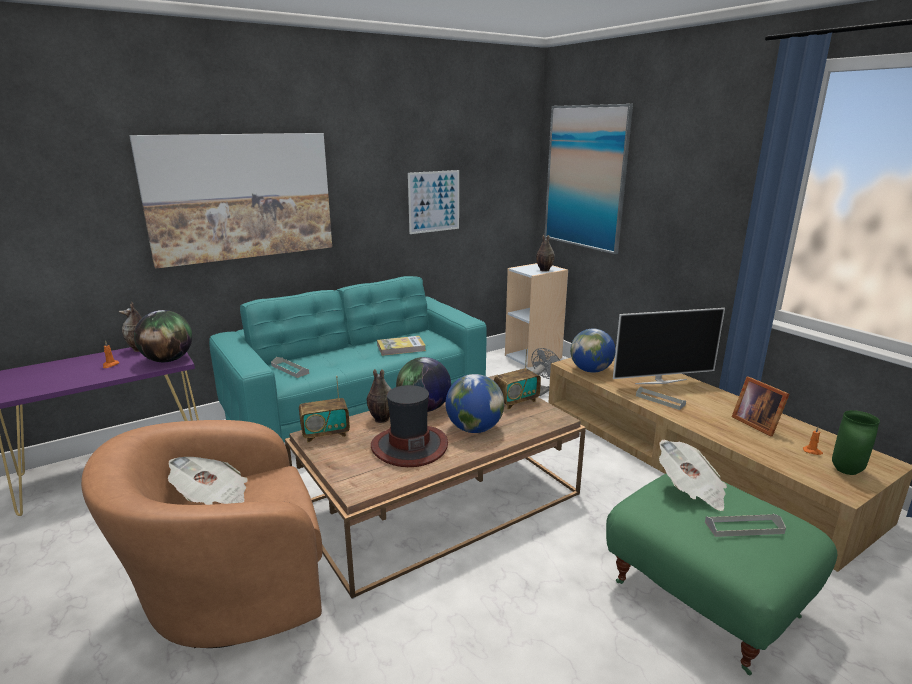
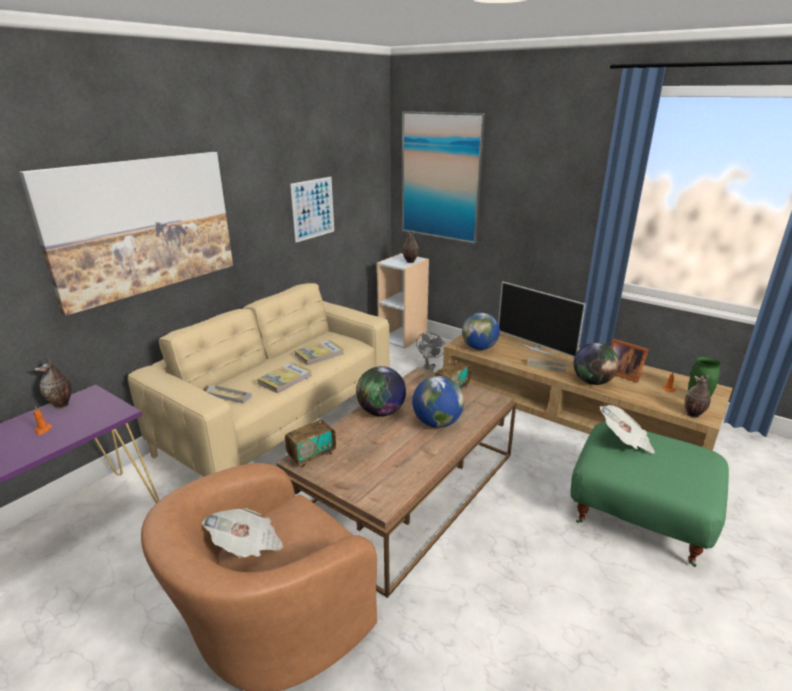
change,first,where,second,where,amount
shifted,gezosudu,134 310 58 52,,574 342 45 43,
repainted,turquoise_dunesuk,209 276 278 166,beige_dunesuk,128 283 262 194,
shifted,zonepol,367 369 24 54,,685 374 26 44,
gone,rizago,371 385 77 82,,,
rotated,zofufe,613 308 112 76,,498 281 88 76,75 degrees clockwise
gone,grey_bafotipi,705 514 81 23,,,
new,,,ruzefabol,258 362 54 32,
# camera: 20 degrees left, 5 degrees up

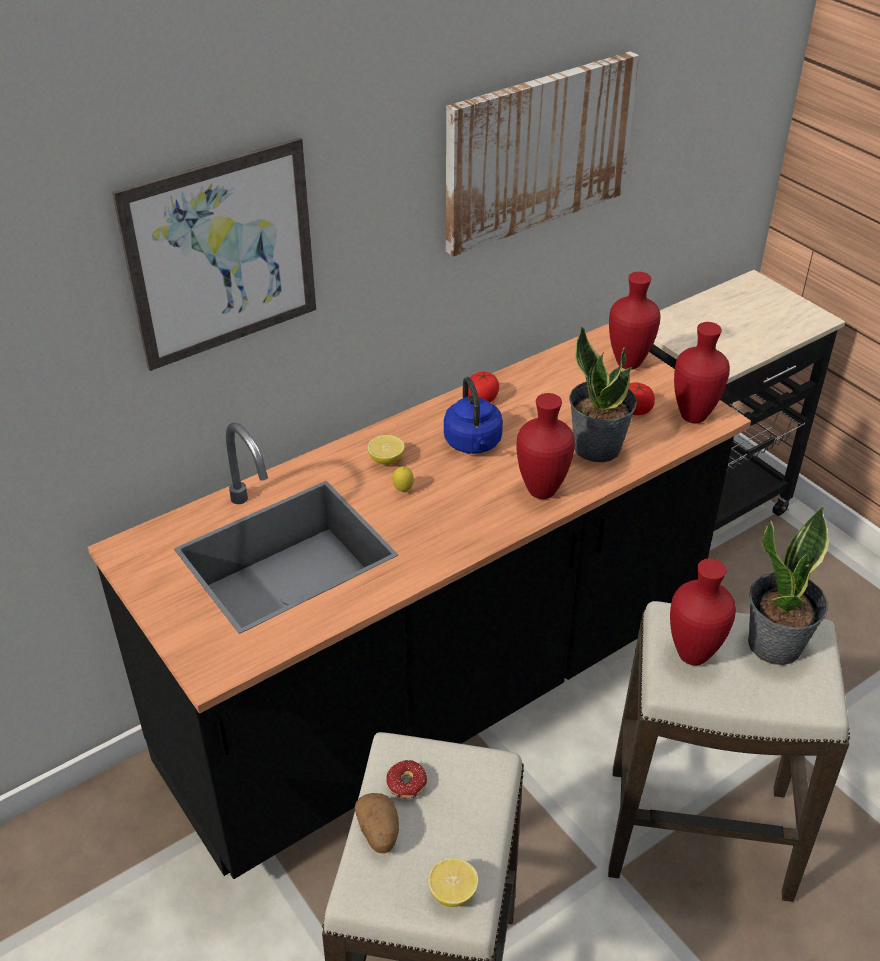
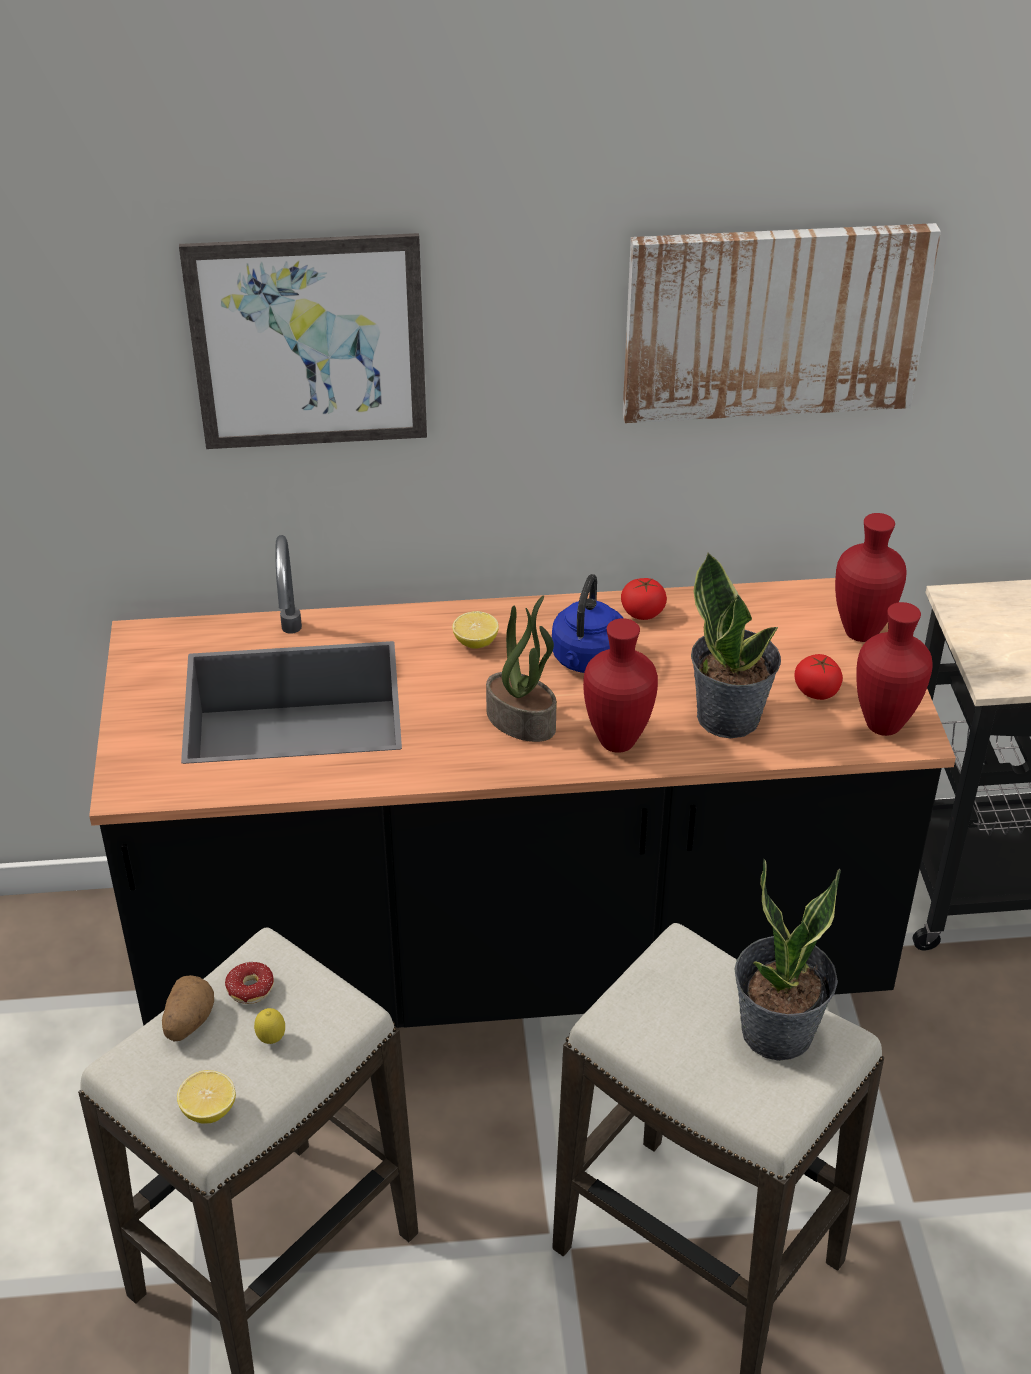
change,first,where,second,where,amount
shifted,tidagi,393 466 21 26,,254 1008 31 36,
gone,red_zonepol,670 558 66 107,,,
new,,,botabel,486 596 71 146,
# camera: 30 degrees right, 0 degrees up

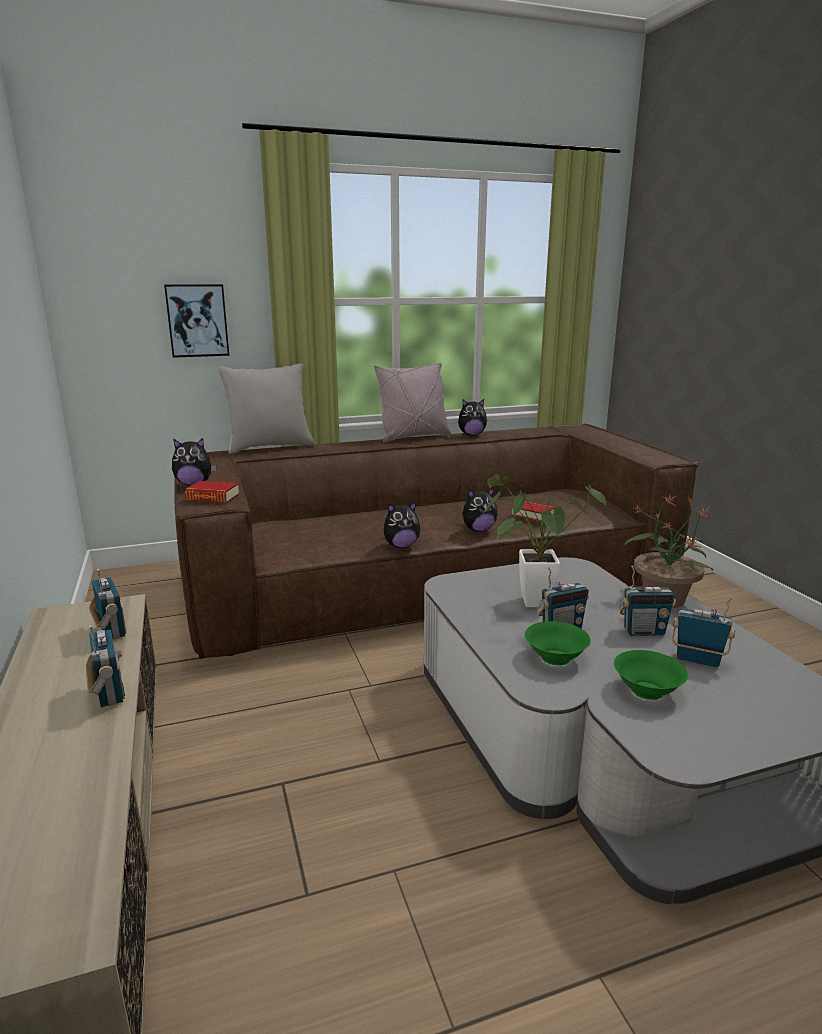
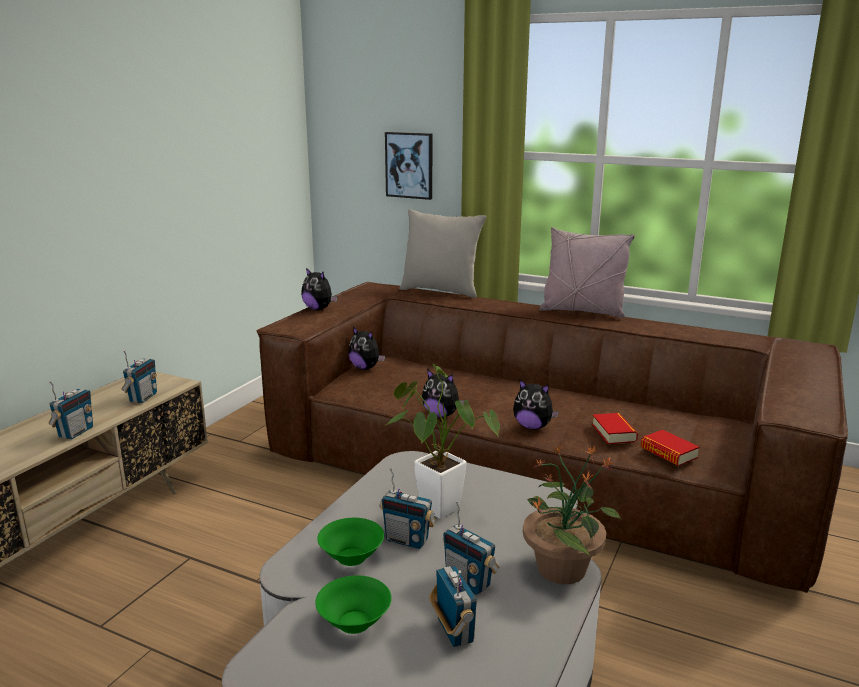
change,first,where,second,where,amount
shifted,ruzefabol,185 481 54 22,,641 430 59 36,
shifted,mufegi,458 399 29 37,,348 327 37 43,
# camera: 45 degrees right, 0 degrees up

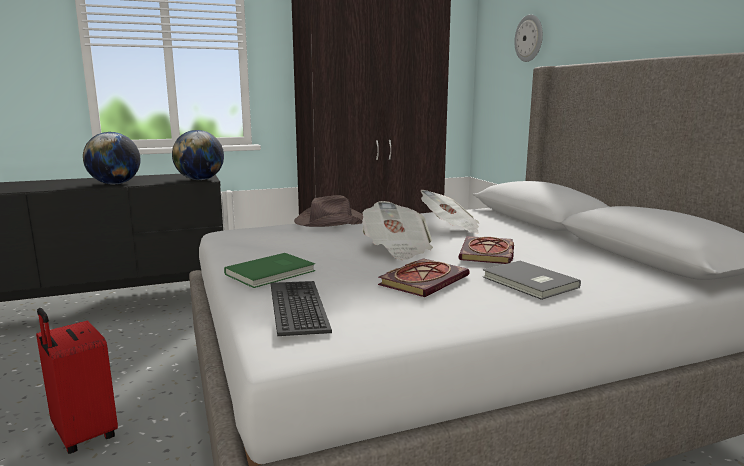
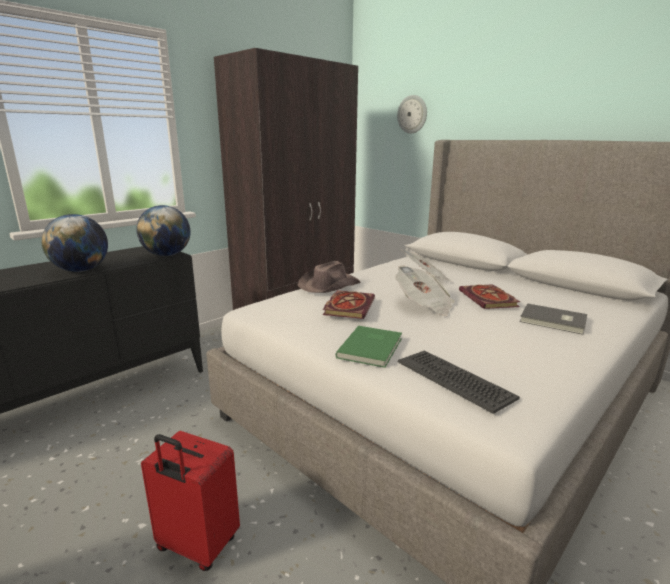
change,first,where,second,where,amount
shifted,ruzefabol,378 258 91 39,,323 290 52 29,
# camera: 25 degrees left, 5 degrees up

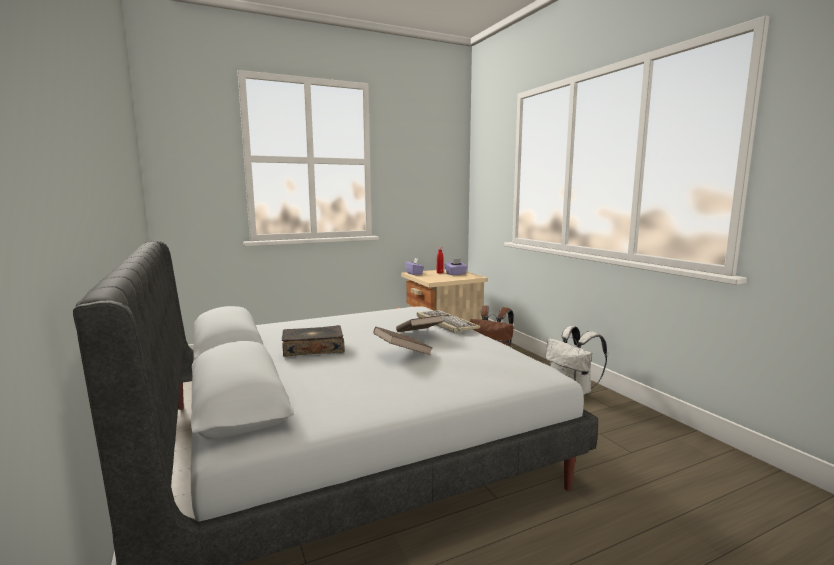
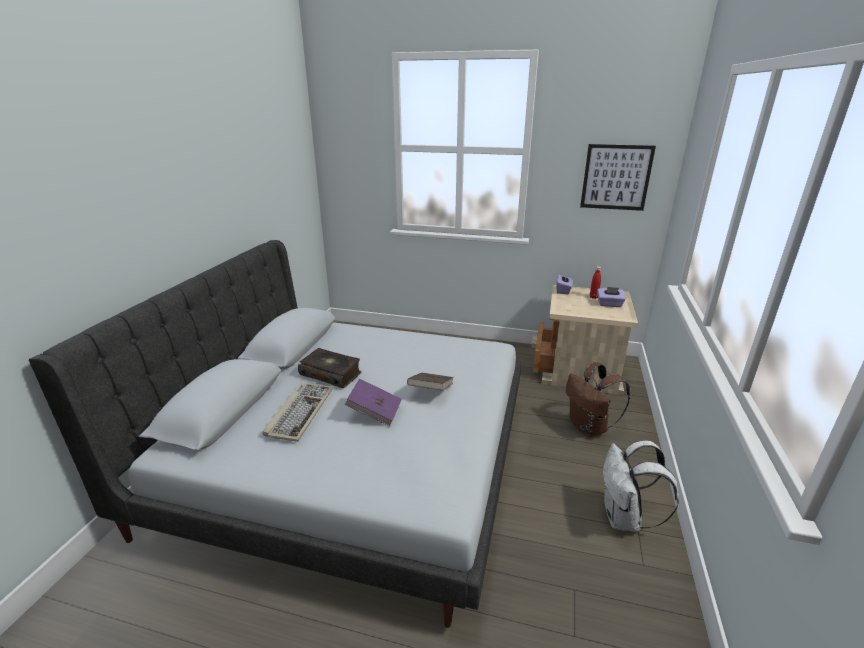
change,first,where,second,where,amount
repainted,brown_ruzefabol,373 327 59 28,purple_ruzefabol,345 378 57 48,
shifted,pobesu,417 310 63 23,,263 383 70 59,
new,,,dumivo,580 144 76 67,
# camera: 40 degrees right, 15 degrees up

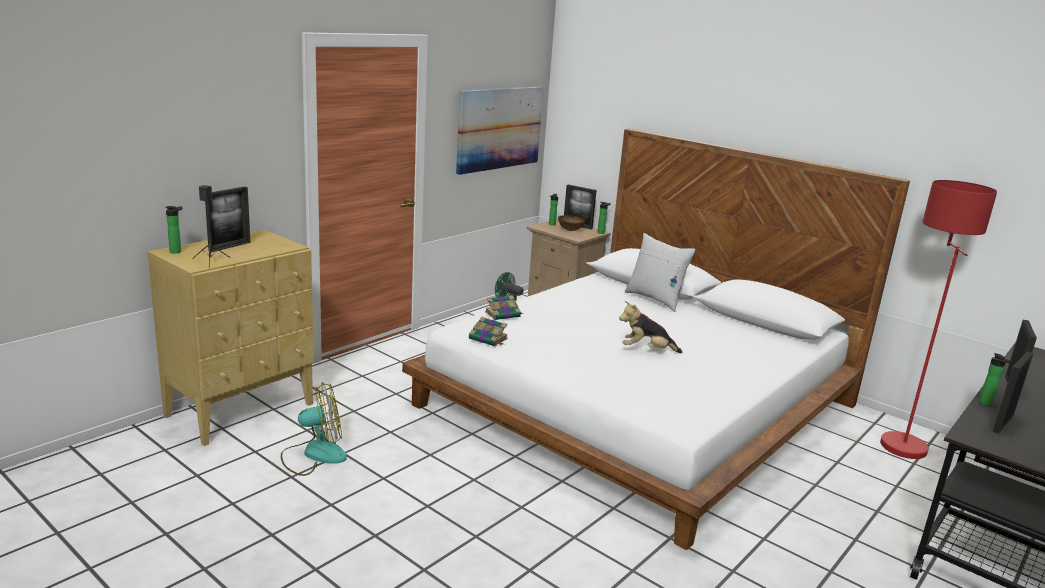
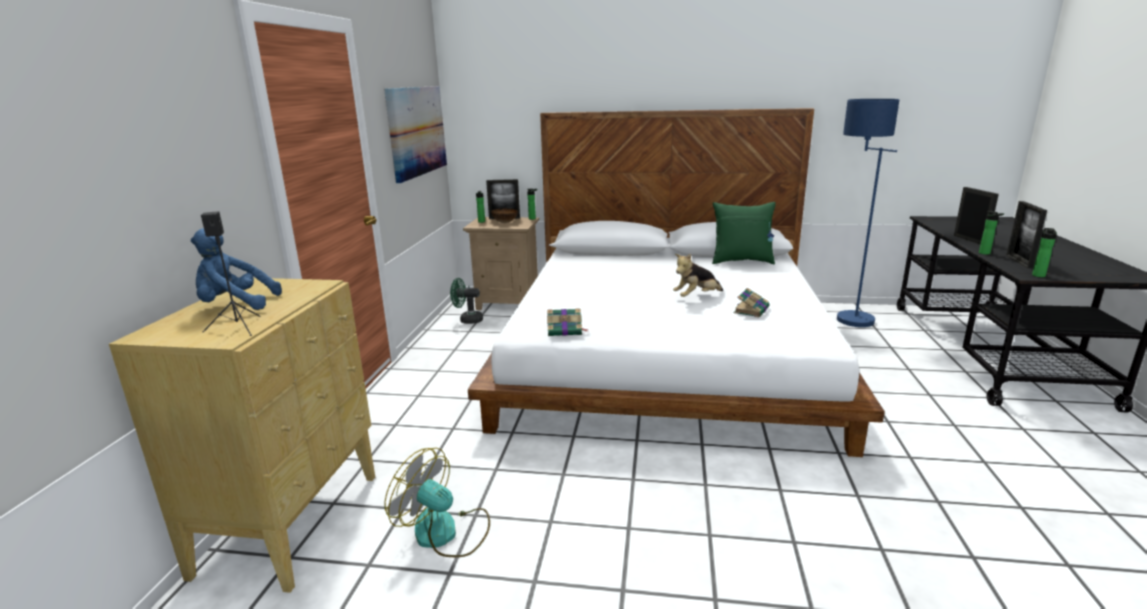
change,first,where,second,where,amount
shifted,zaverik,165 206 18 48,,1032 228 25 49,
swapped,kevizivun,205 186 45 66,blue_mufegi,191 228 91 82,
rotated,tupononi,281 382 66 94,,385 448 105 109,105 degrees counterclockwise
shifted,ruzefabol,485 295 39 25,,734 288 36 29,
gone,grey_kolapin,625 233 70 79,,,
repainted,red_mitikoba,880 180 117 279,blue_mitikoba,837 99 62 228,
new,,,green_kolapin,712 202 64 62,
# camera: 30 degrees left, 0 degrees up

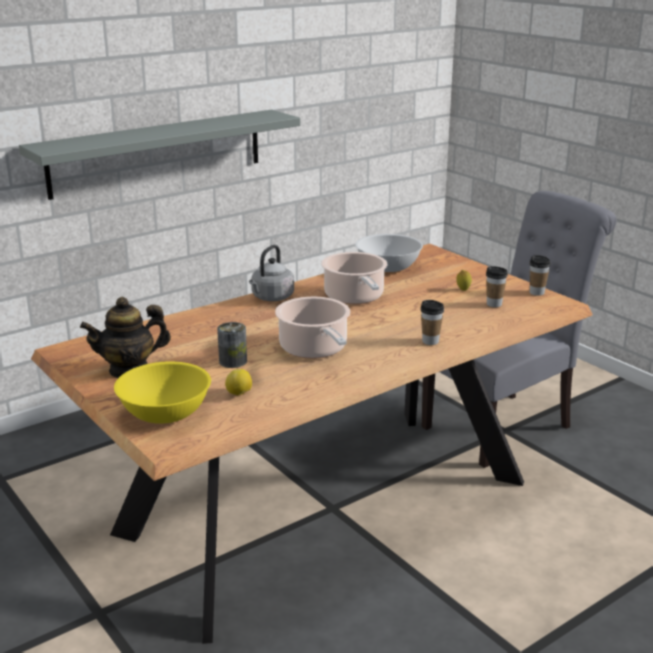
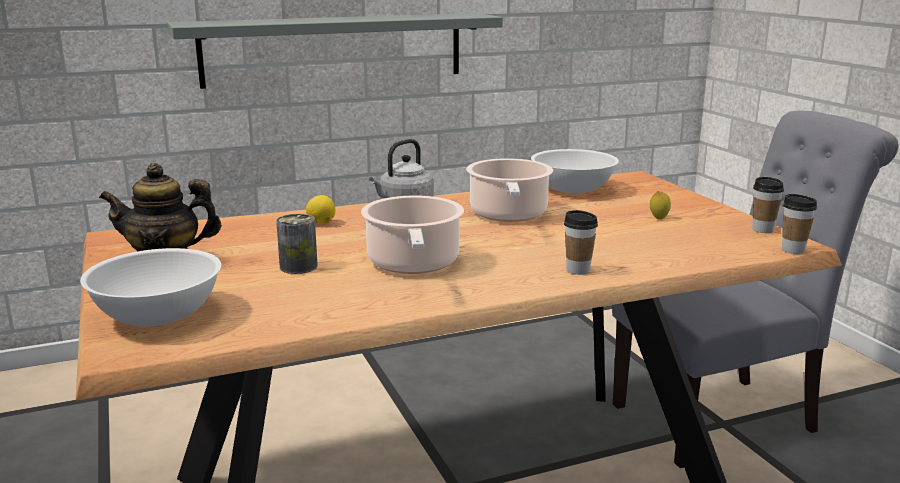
change,first,where,second,where,amount
repainted,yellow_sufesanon,114 361 97 63,white_sufesanon,80 248 141 78,
shifted,tidagi,225 369 27 26,,306 195 29 29,
shifted,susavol,486 266 22 41,,782 194 35 60,
# camera: 15 degrees right, 5 degrees down

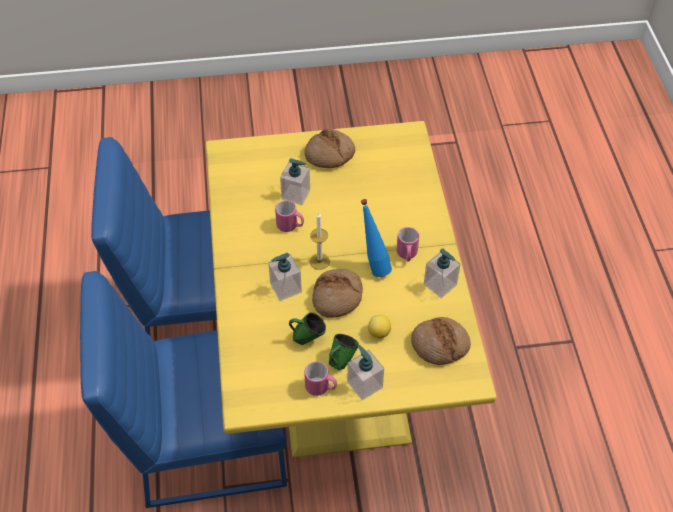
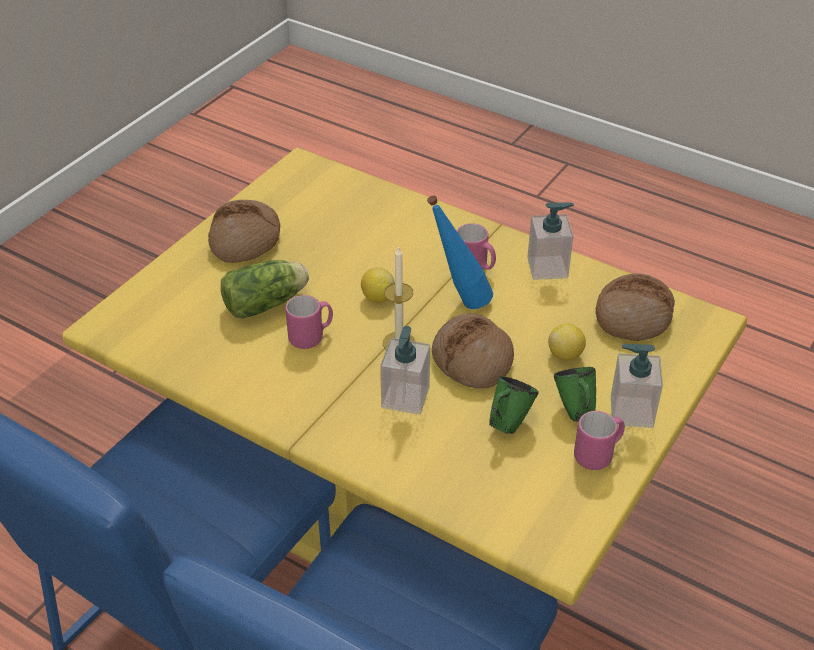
change,first,where,second,where,amount
swapped,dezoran,280 158 30 47,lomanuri,221 260 88 59,
new,,,tidagi,361 267 34 36,
# camera: 50 degrees left, 10 degrees down

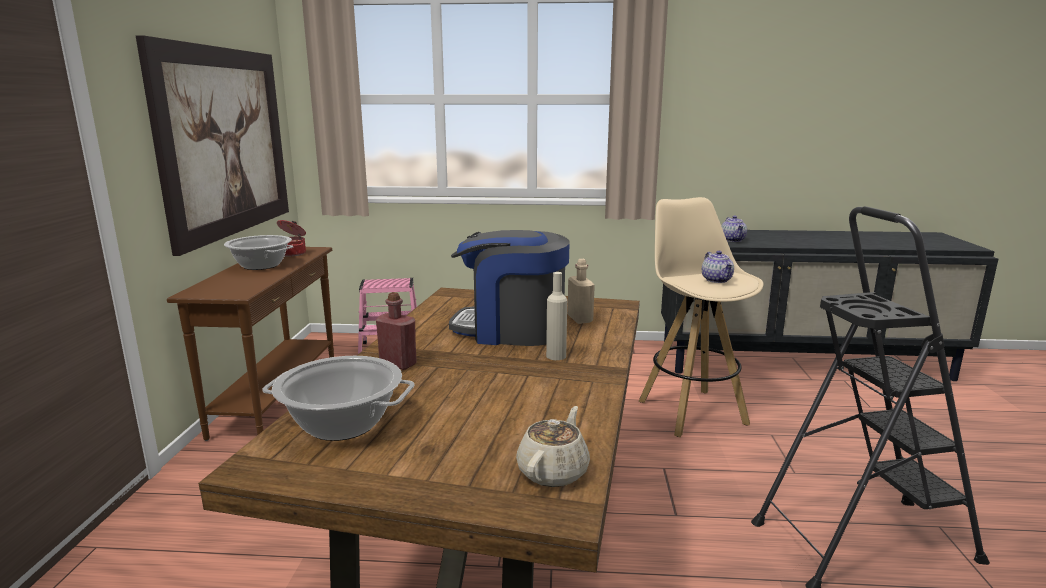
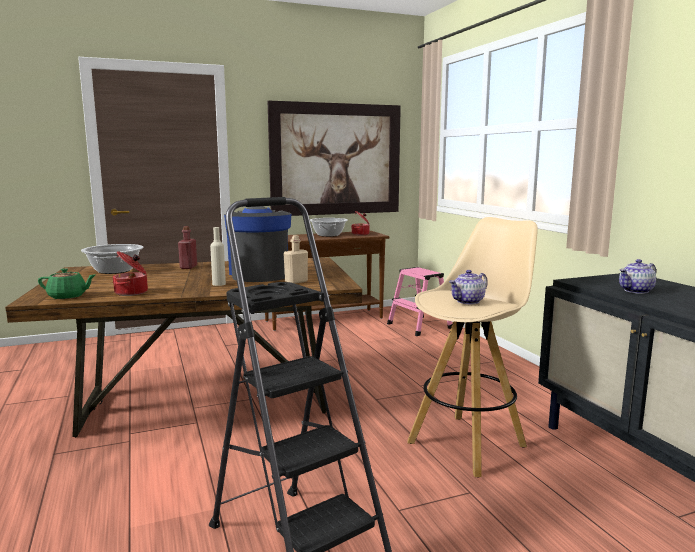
change,first,where,second,where,amount
repainted,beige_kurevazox,516 406 74 81,green_kurevazox,38 268 57 31,
new,,,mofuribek,112 251 36 45,
# camera: 65 degrees right, 5 degrees down

